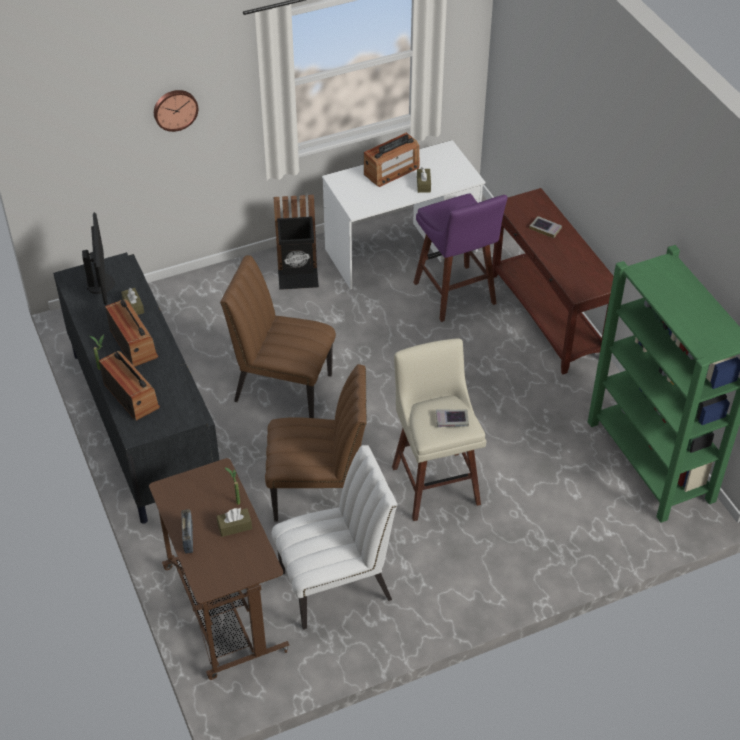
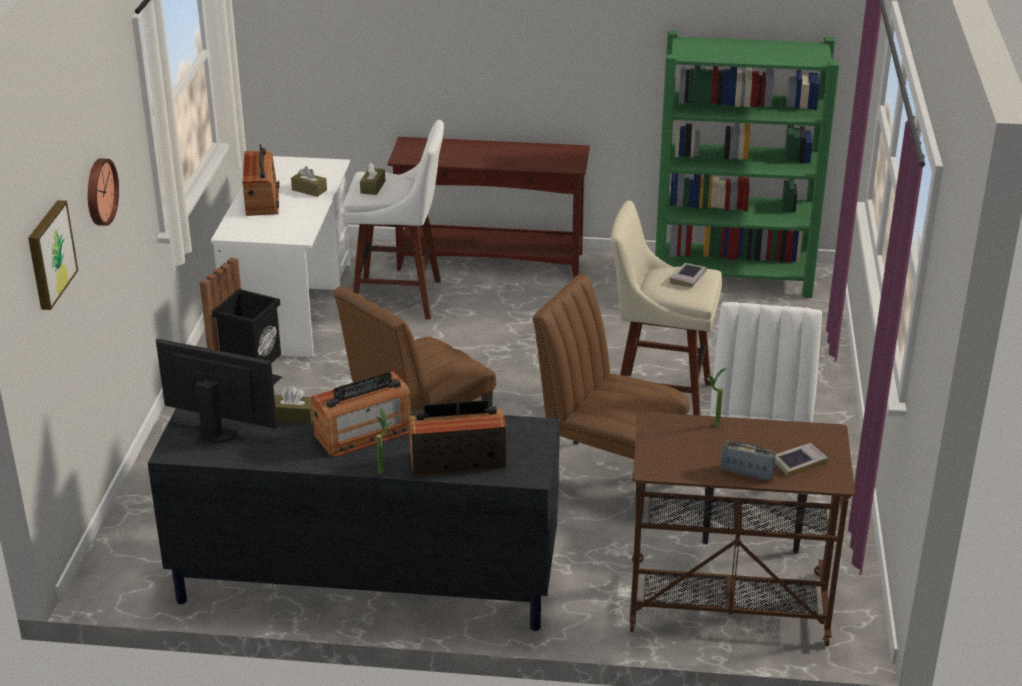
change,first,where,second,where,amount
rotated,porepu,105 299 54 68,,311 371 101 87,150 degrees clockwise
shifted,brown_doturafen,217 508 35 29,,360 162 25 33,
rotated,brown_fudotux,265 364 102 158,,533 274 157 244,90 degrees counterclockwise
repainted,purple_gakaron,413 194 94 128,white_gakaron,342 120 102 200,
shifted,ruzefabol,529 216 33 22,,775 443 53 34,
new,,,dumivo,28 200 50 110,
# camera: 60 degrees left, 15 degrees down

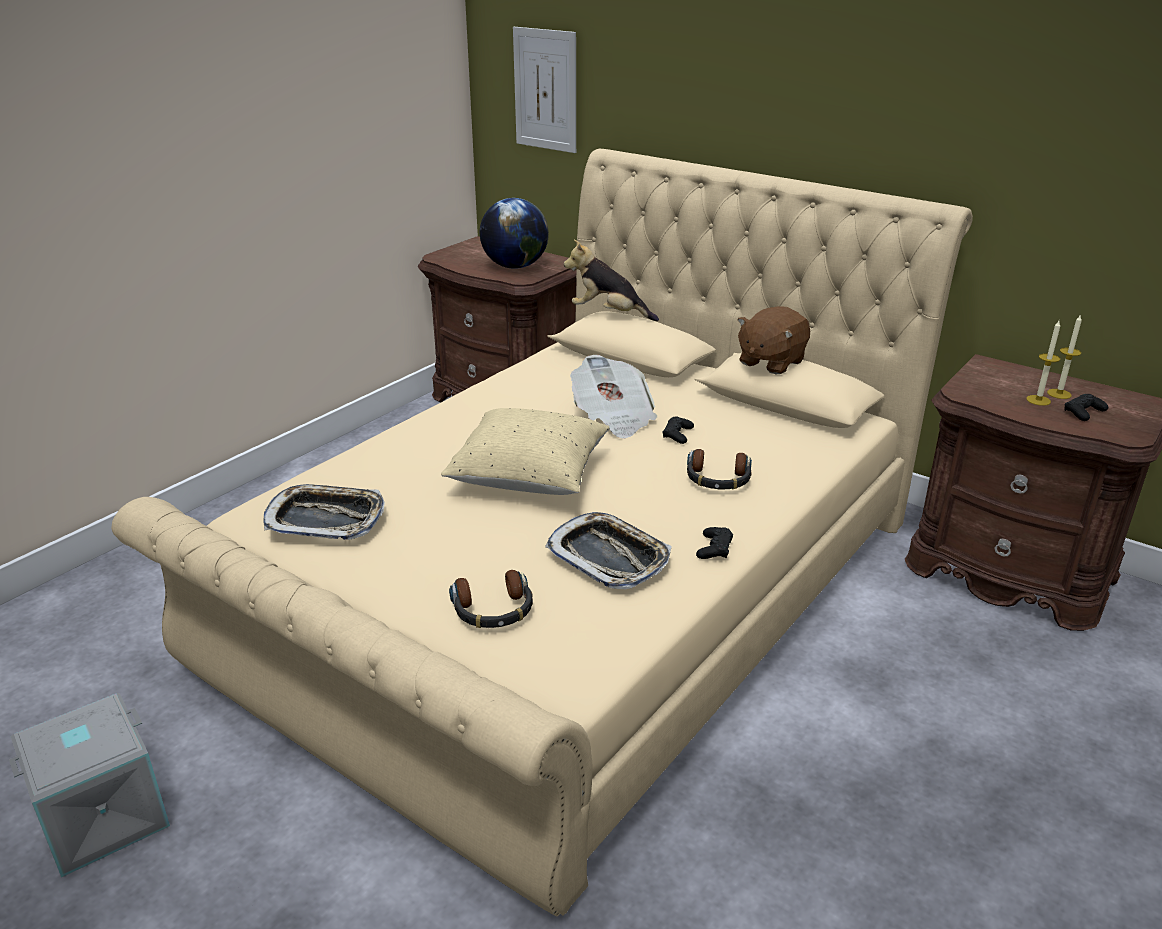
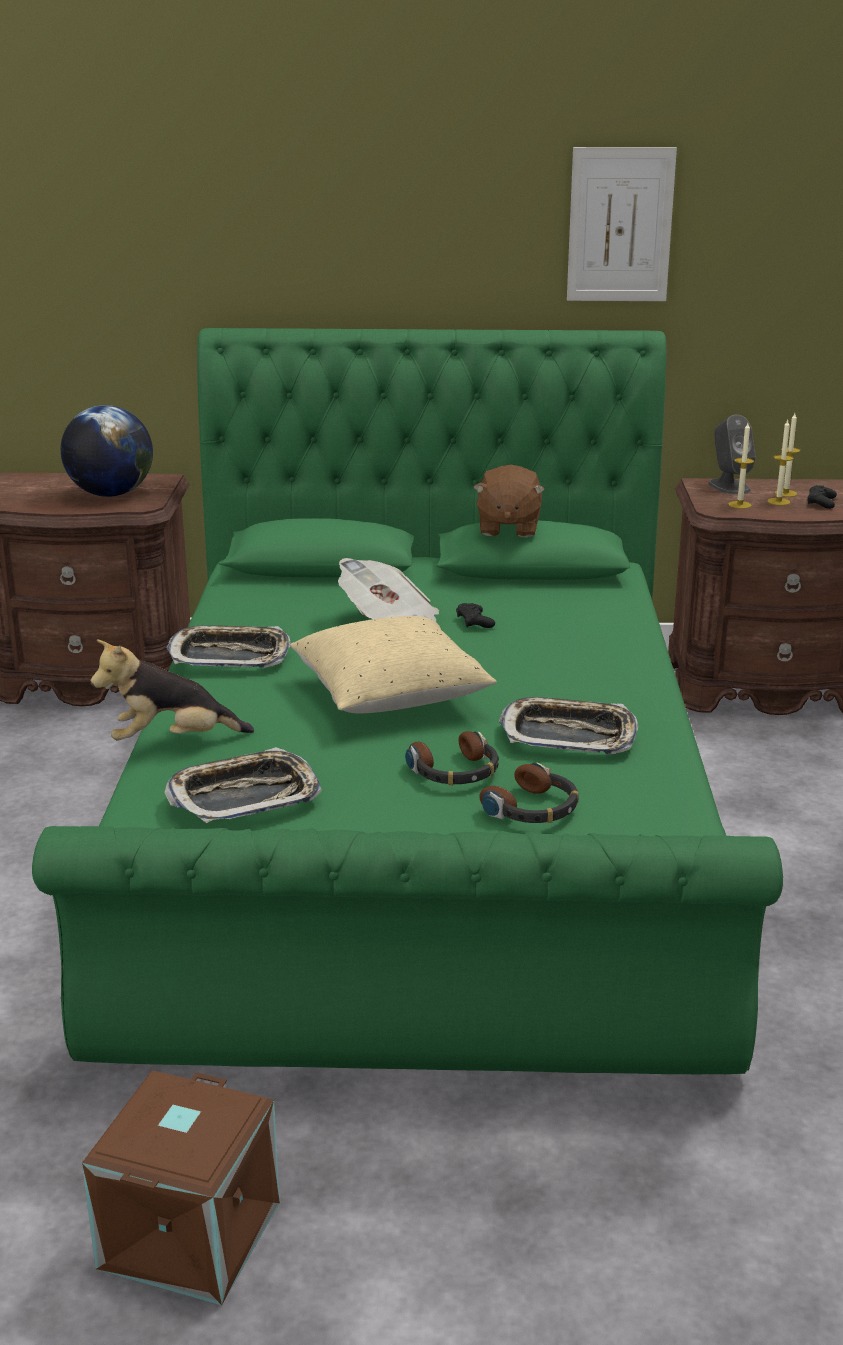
change,first,where,second,where,amount
repainted,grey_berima,9 693 161 185,brown_berima,82 1070 198 235,
repainted,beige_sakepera,111 149 862 768,green_sakepera,32 328 751 746,
shifted,dumivo,513 27 63 126,,567 147 110 154,
shifted,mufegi,564 239 95 82,,91 639 163 102,
shifted,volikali,687 449 65 40,,405 731 94 54,
gone,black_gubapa,696 527 37 32,,,
new,,,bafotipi,167 625 124 43,
new,,,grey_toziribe,708 415 48 79,
new,,,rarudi,728 423 26 86,
# camera: 35 degrees left, 5 degrees down

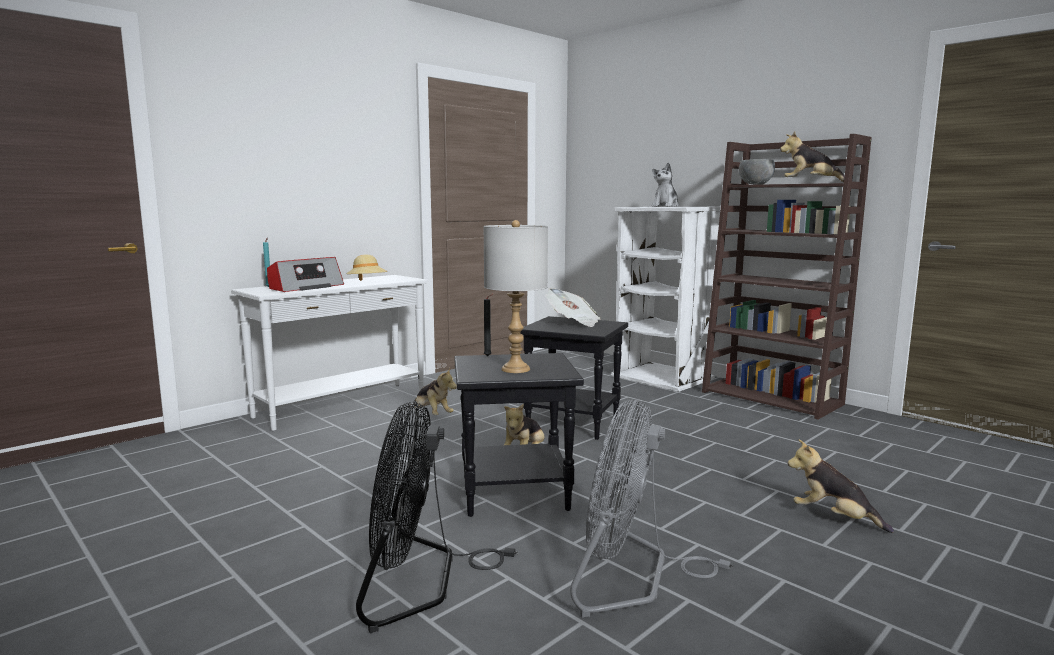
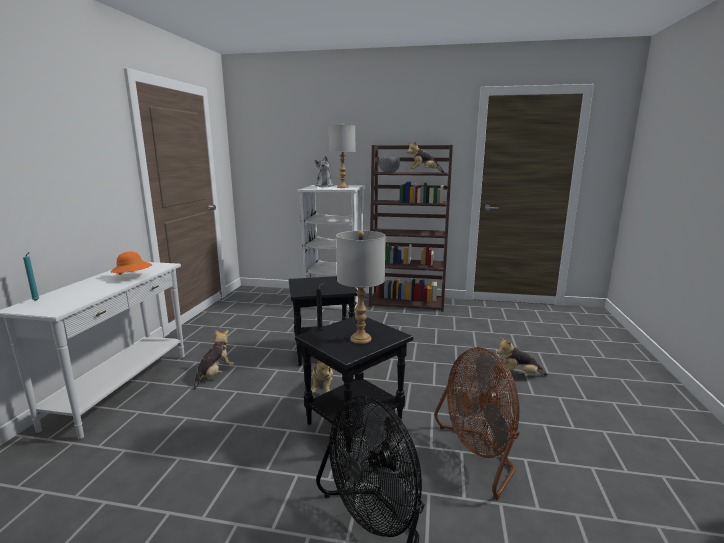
change,first,where,second,where,amount
gone,porepu,267 257 77 35,,,
repainted,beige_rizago,346 255 42 26,orange_rizago,111 251 41 24,
rotated,mufegi,408 368 49 47,,194 330 40 60,75 degrees counterclockwise
gone,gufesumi,545 288 56 39,,,
repainted,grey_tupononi,570 399 164 219,brown_tupononi,435 347 85 153,
new,,,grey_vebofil,329 123 26 65,
# camera: 35 degrees left, 5 degrees up

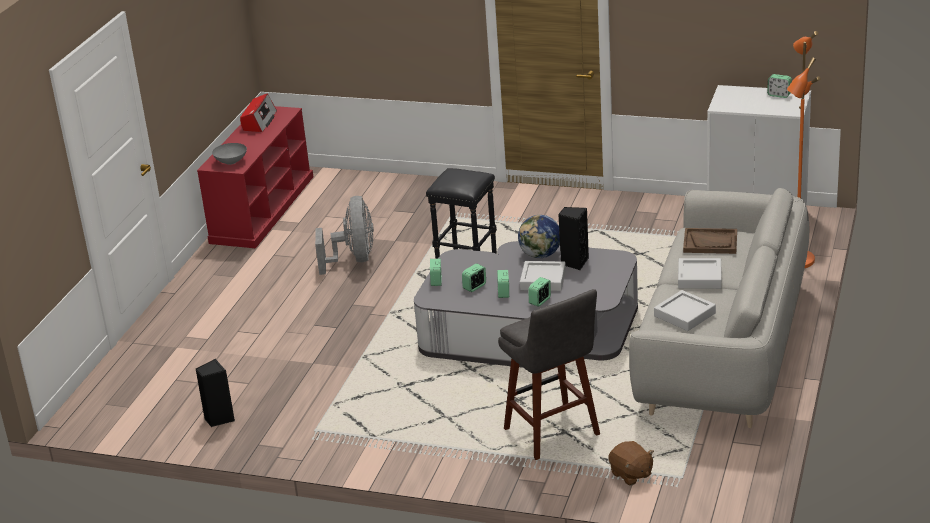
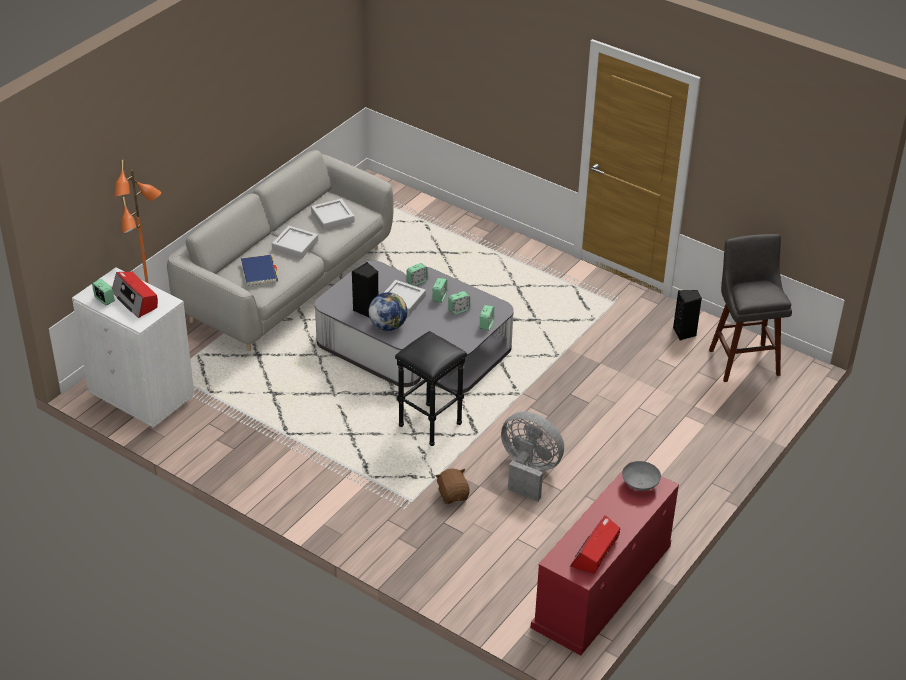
change,first,where,second,where,amount
rotated,grey_tupononi,315 196 59 79,,501 412 63 90,105 degrees clockwise
shifted,grey_gakaron,498 289 102 171,,709 234 83 148,
shifted,brown_mufegi,608 441 46 45,,435 469 35 35,
swapped,brown_bafotipi,683 228 54 26,blue_ruzefabol,241 255 37 31,
new,,,porepu,112 272 46 46,
# camera: 165 degrees left, 10 degrees up

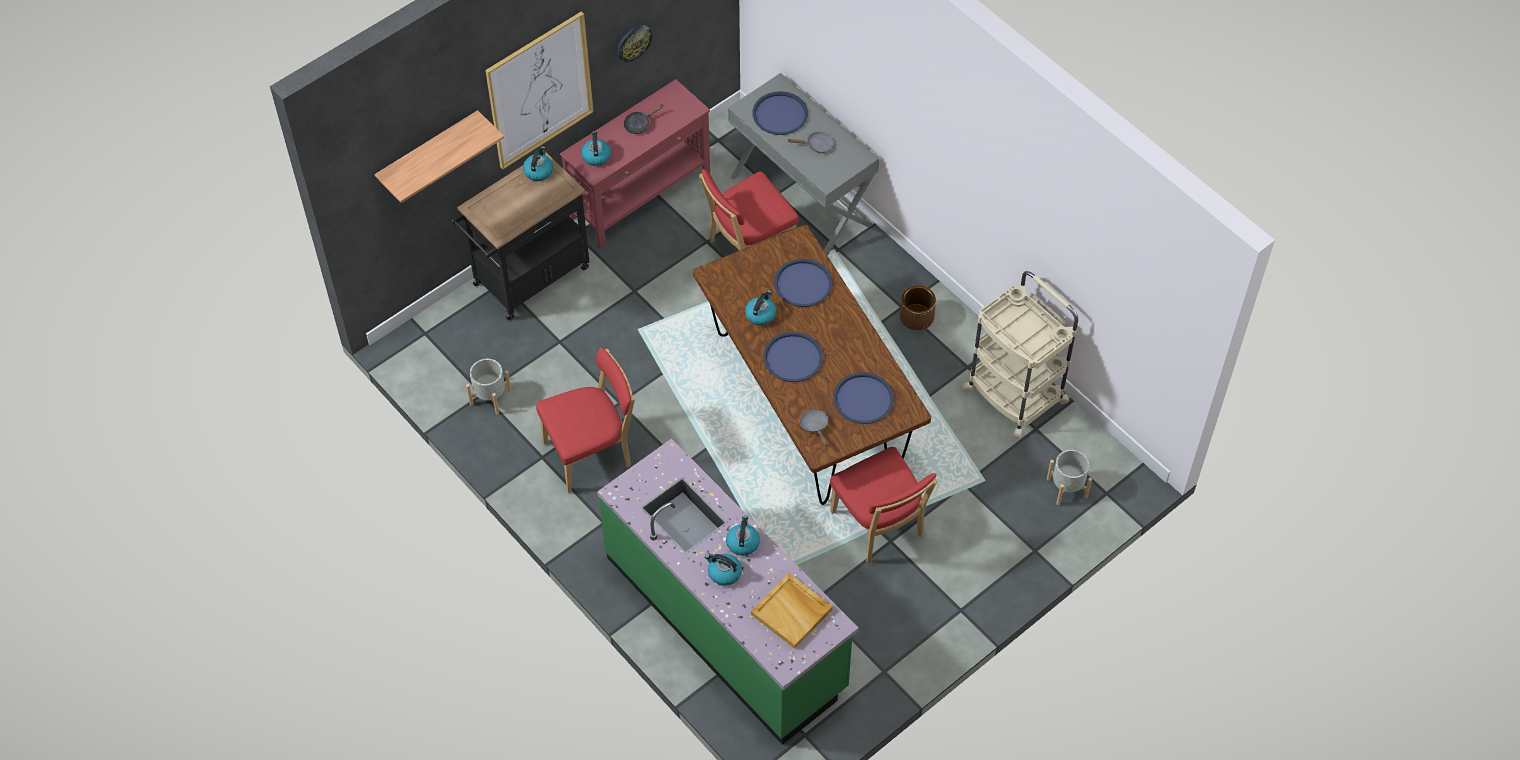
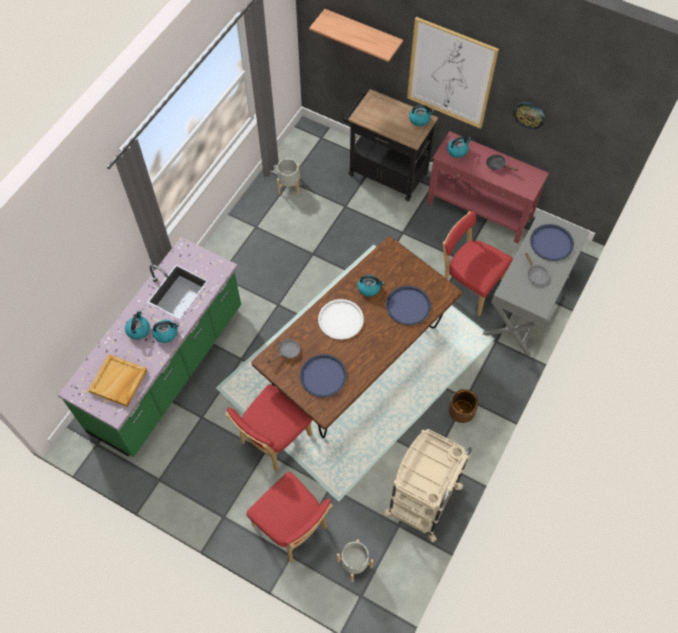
change,first,where,second,where,amount
shifted,red_fudotux,536 347 99 146,,246 472 87 91,
repainted,blue_bafotipi,763 332 60 50,white_bafotipi,318 299 46 41,
# camera: 70 degrees right, 5 degrees up

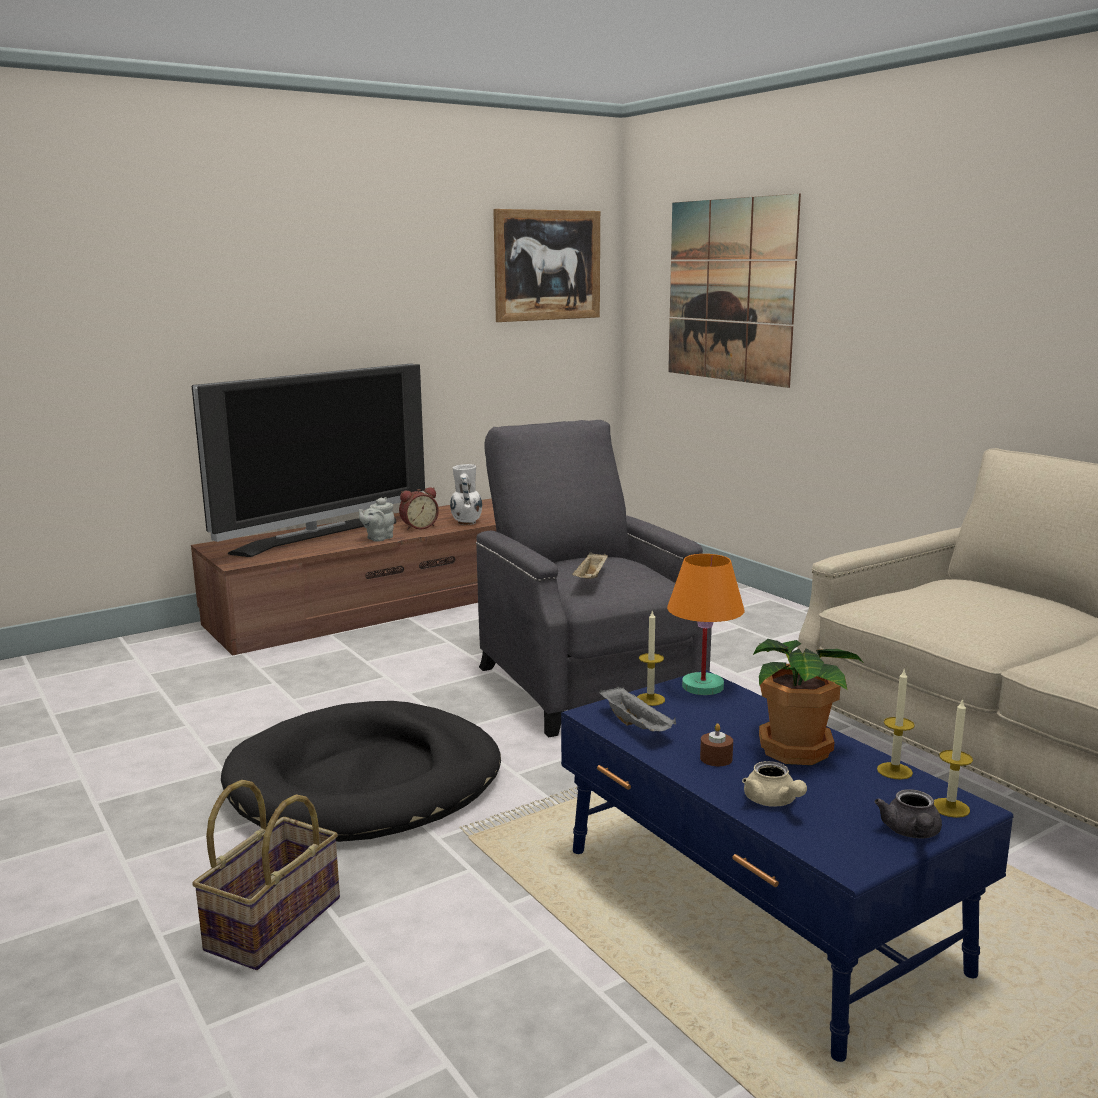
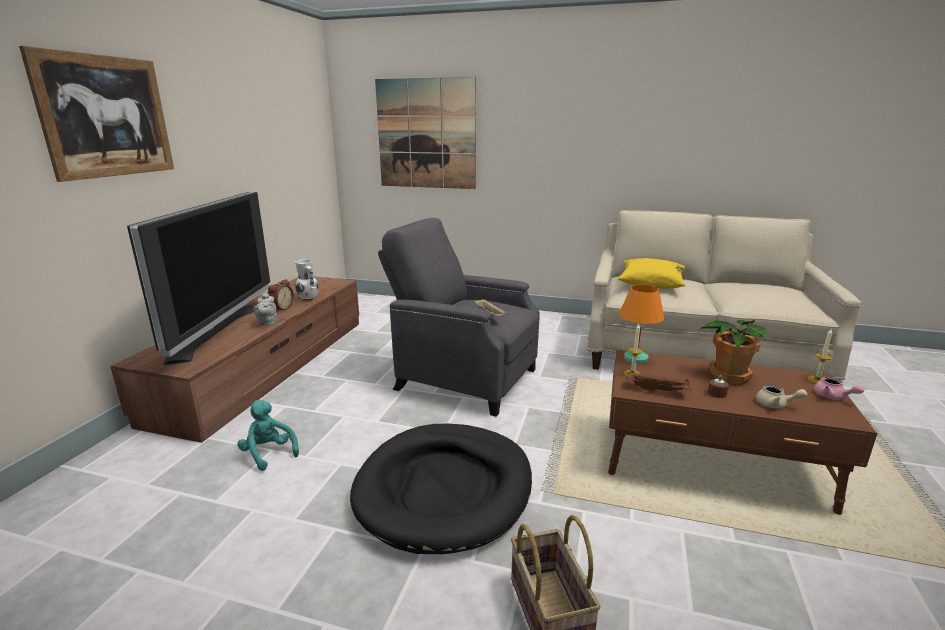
change,first,where,second,where,amount
shifted,dumivo,493 209 107 113,,19 46 155 136,
repainted,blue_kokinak,561 670 453 392,brown_kokinak,608 350 269 165,
repainted,grey_bafotipi,599 686 77 46,brown_bafotipi,627 372 64 20,
repainted,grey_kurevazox,875 789 67 50,pink_kurevazox,814 376 50 23,
gone,rarudi,877 668 38 112,,,
new,,,turquoise_mufegi,237 400 62 71,
new,,,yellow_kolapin,618 258 68 31,
# camera: 40 degrees left, 5 degrees up

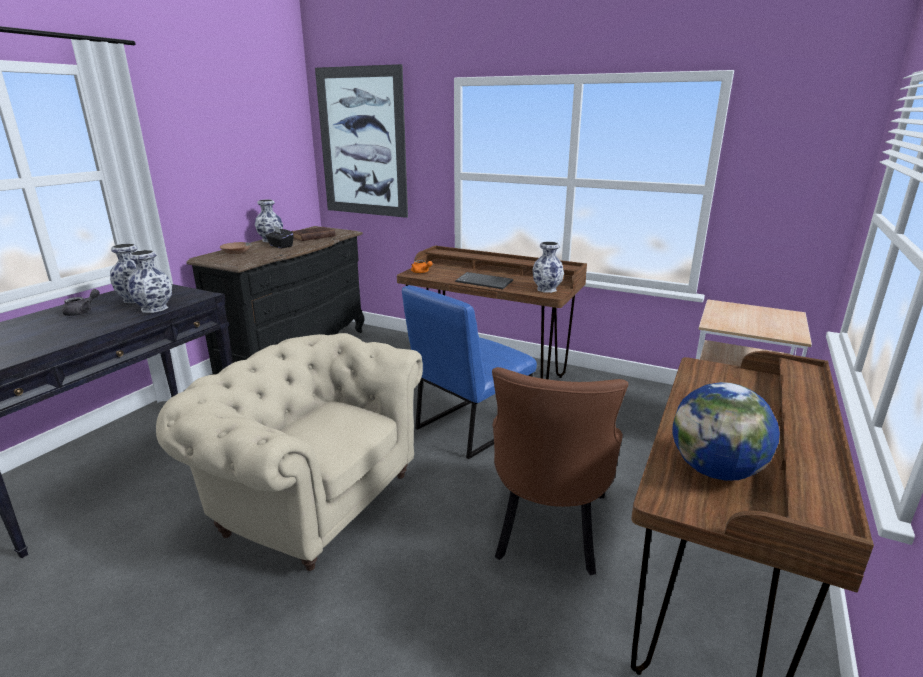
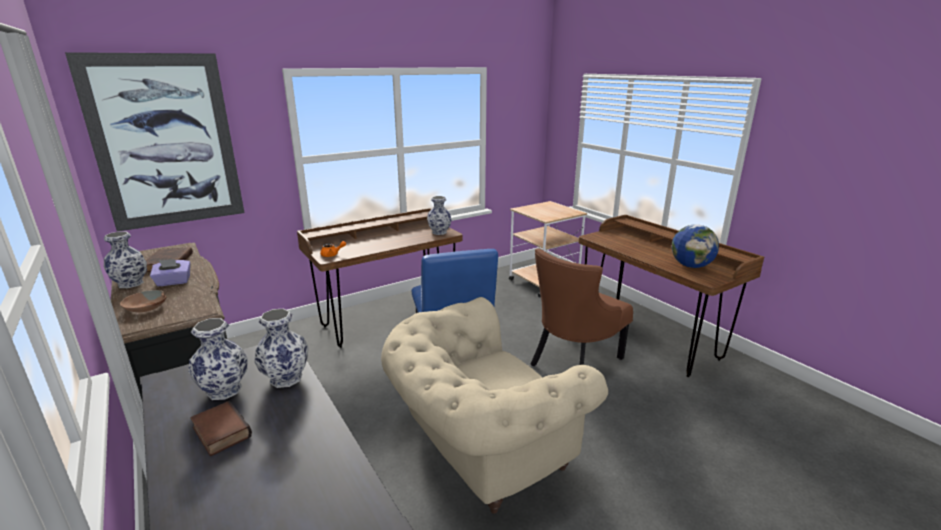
change,first,where,second,where,amount
swapped,grey_kurevazox,62 289 38 27,ruzefabol,190 401 62 55,
repainted,black_doturafen,266 226 28 22,purple_doturafen,150 259 41 27,
gone,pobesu,455 272 58 17,,,
rotated,brown_fudotux,492 367 136 208,,530 248 103 118,90 degrees clockwise
# camera: 60 degrees left, 0 degrees up

